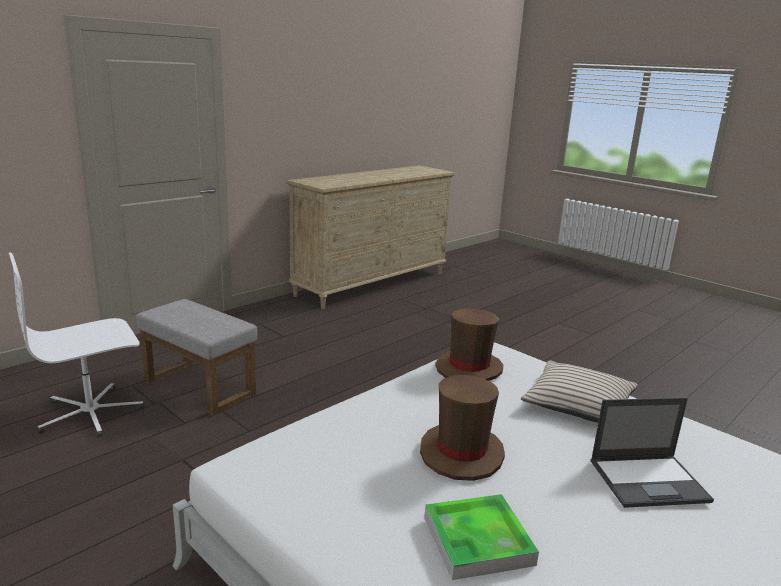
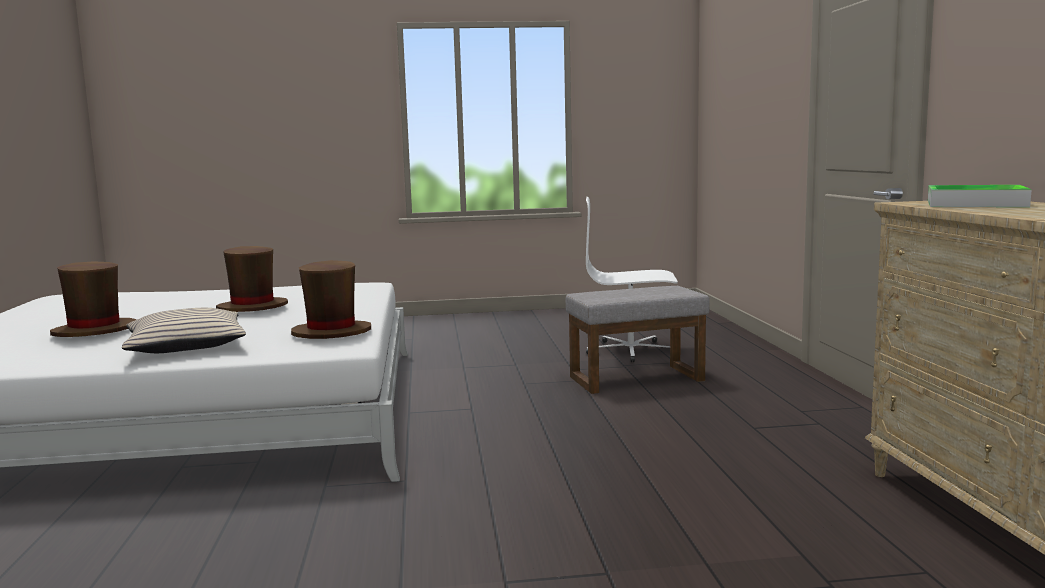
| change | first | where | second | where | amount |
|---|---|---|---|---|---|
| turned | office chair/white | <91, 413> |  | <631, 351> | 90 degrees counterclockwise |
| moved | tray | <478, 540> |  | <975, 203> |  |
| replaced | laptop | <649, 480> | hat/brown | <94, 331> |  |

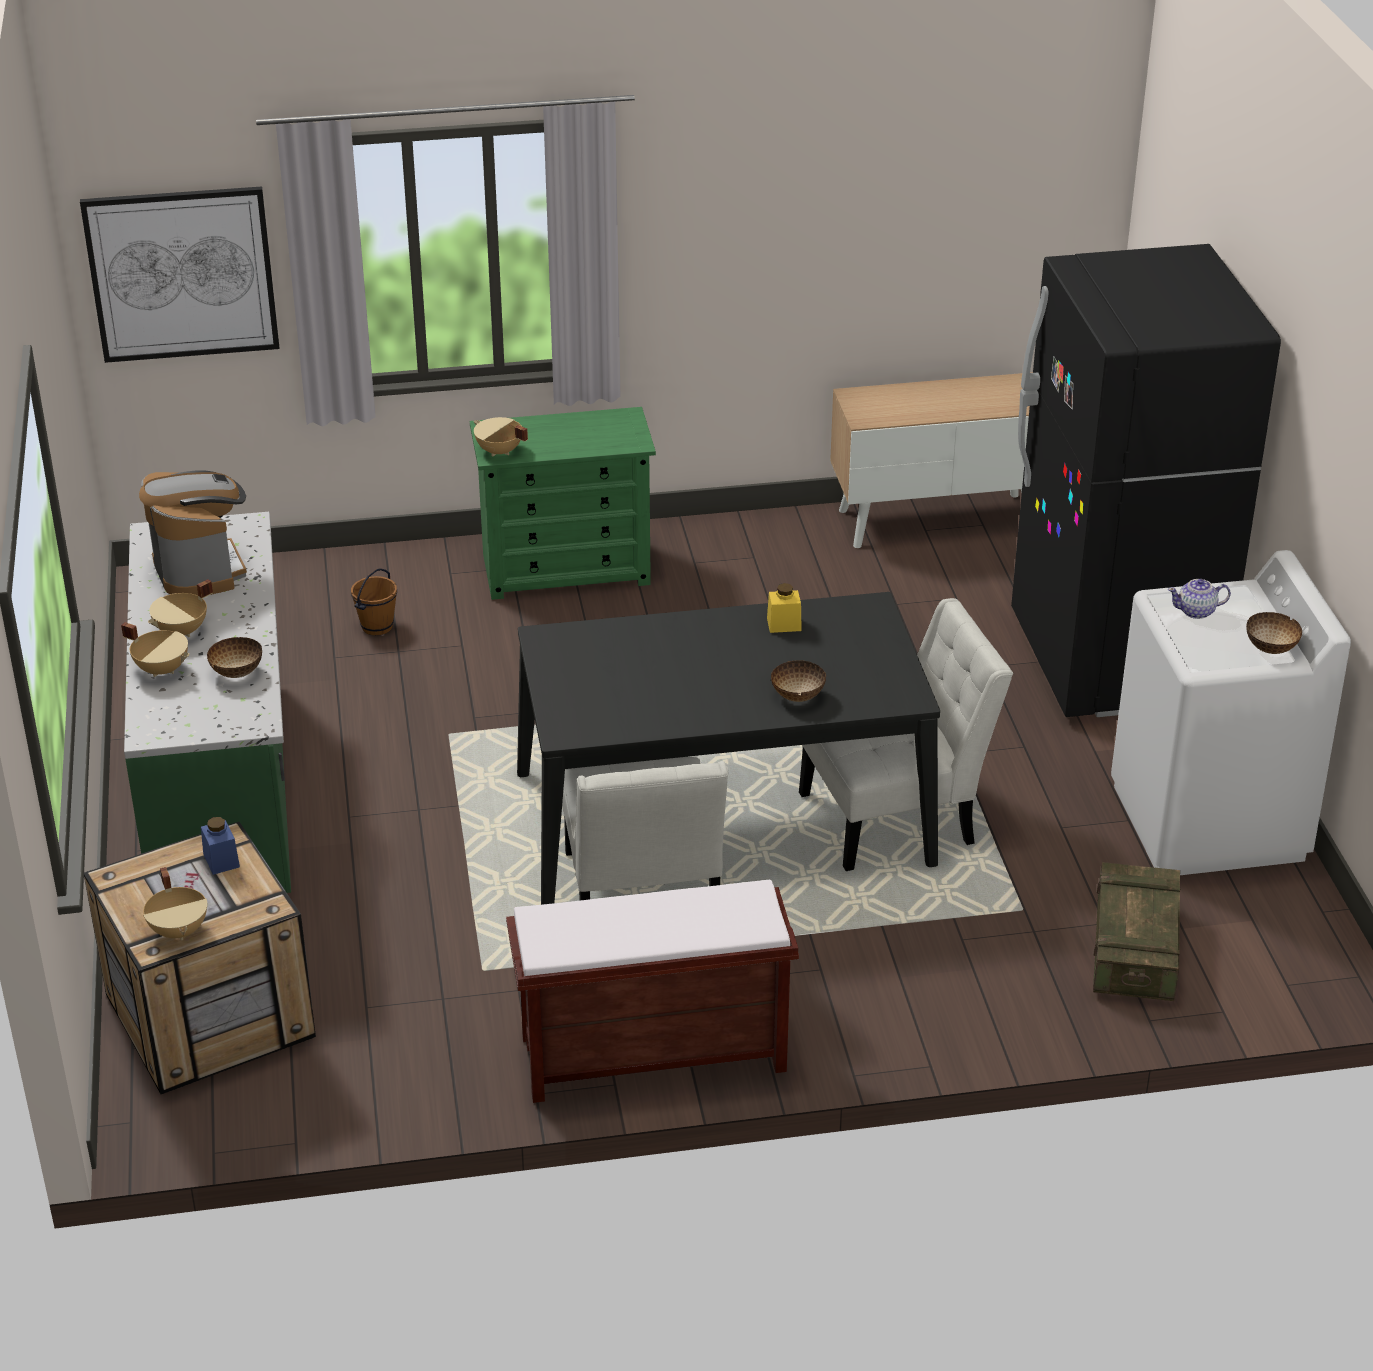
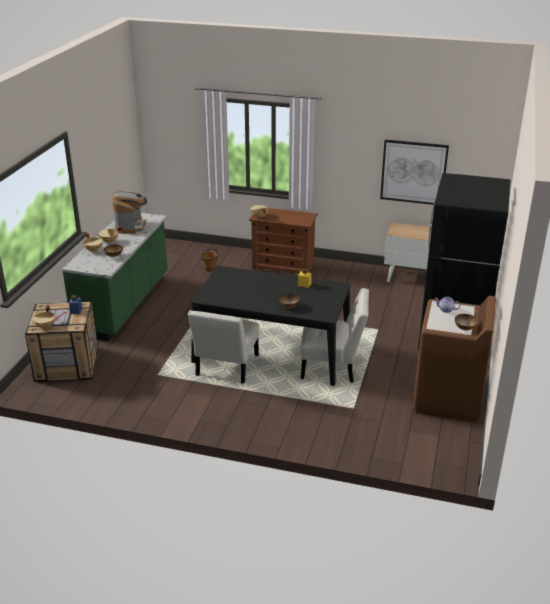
| change | first | where | second | where | amount |
|---|---|---|---|---|---|
| moved | picture | <182, 274> |  | <413, 172> |  |
| recoloured | dresser/green | <567, 569> | dresser/brown | <283, 266> |  |
| removed | bench/brown | <651, 1056> |  |  |  |
| removed | crate | <1133, 952> |  |  |  |
| recoloured | washing machine/white | <1208, 822> | washing machine/brown | <448, 399> |  |

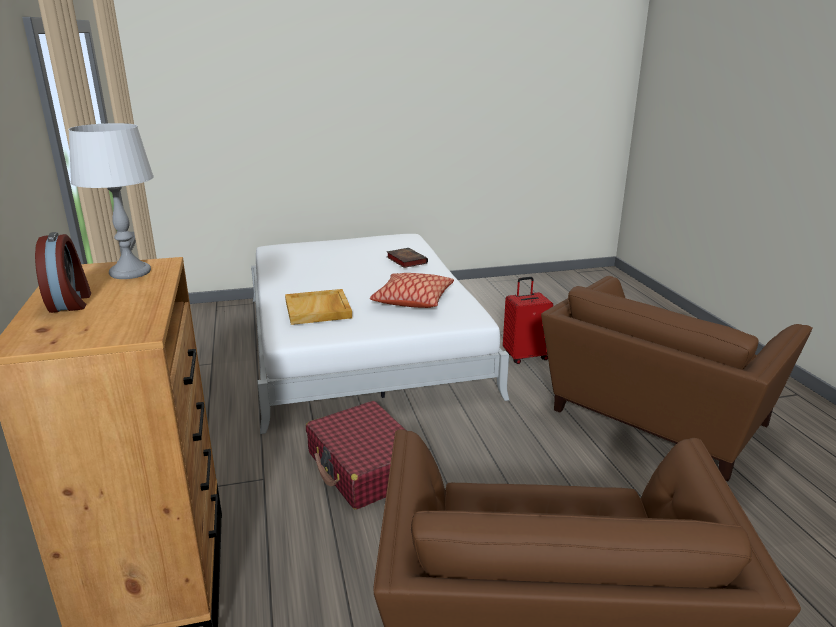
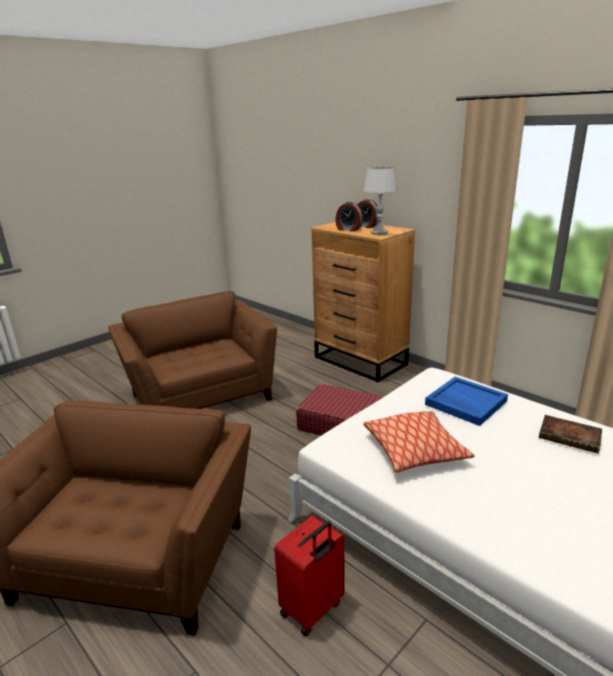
| change | first | where | second | where | amount |
|---|---|---|---|---|---|
| recoloured | tray/beige | <318, 310> | tray/blue | <465, 403> |  |
| moved | book | <405, 260> |  | <571, 437> |  |
| added |  |  | alarm clock | <348, 229> |  |

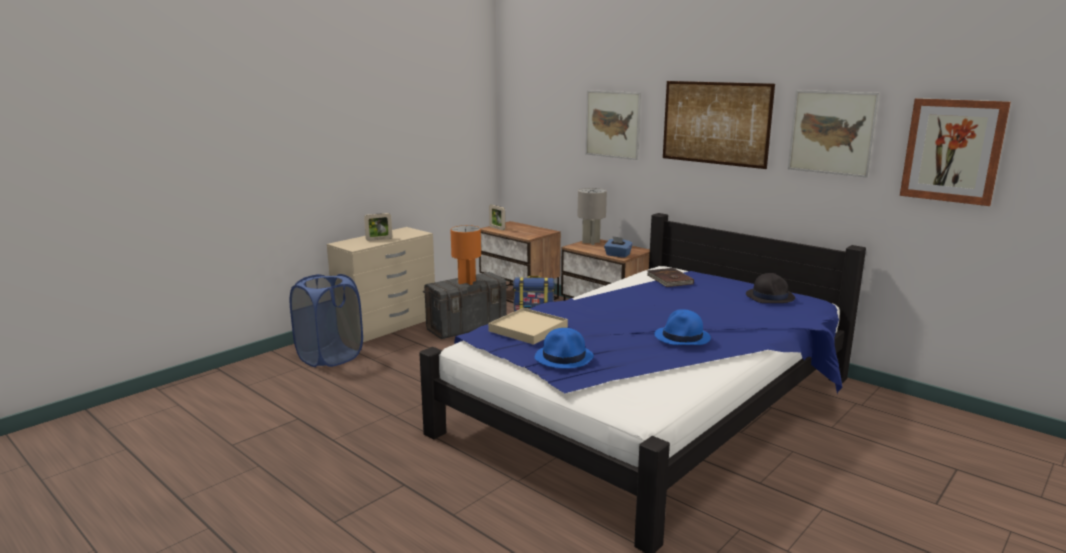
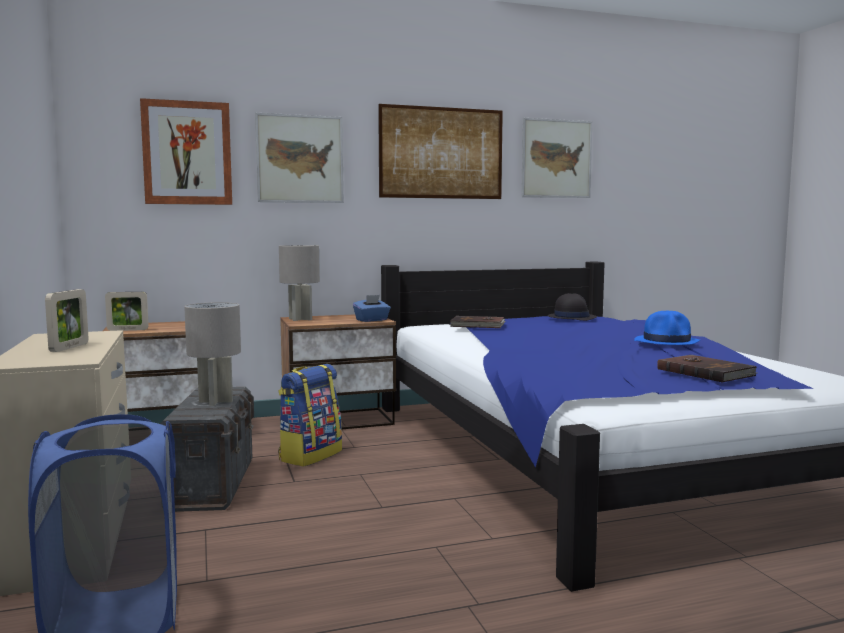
| change | first | where | second | where | amount |
|---|---|---|---|---|---|
| recoloured | table lamp/orange | <466, 282> | table lamp/grey | <215, 401> |  |
| removed | tray/beige | <528, 329> |  |  |  |
| replaced | hat/blue | <564, 357> | book/brown | <705, 372> |  |
| moved | picture | <952, 151> |  | <187, 153> |  |

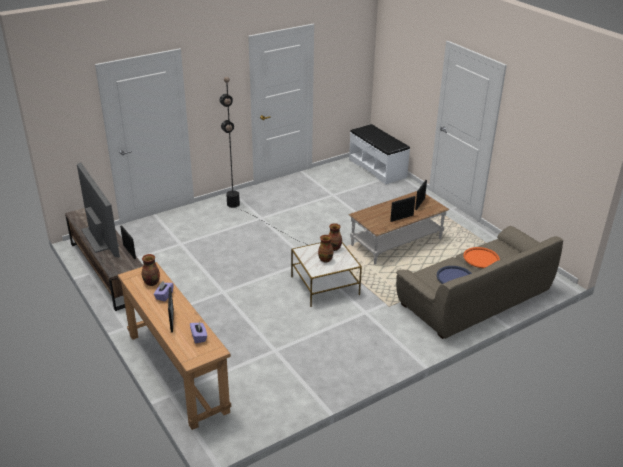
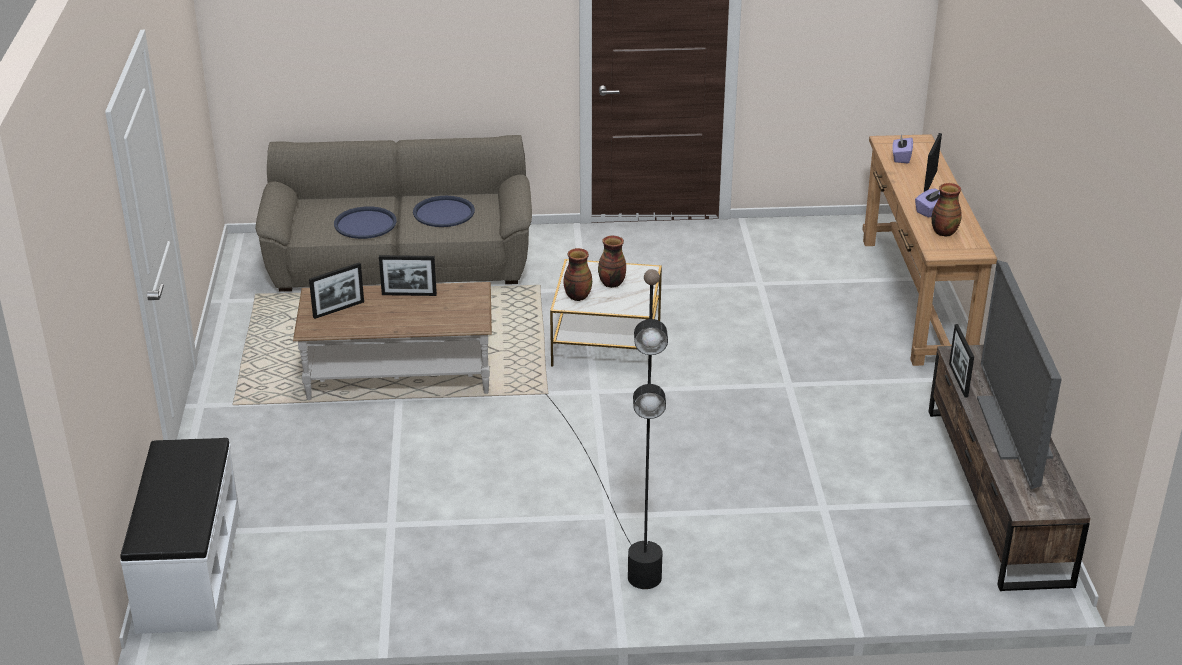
| change | first | where | second | where | amount |
|---|---|---|---|---|---|
| recoloured | tray/orange | <481, 258> | tray/blue | <365, 224> |  |

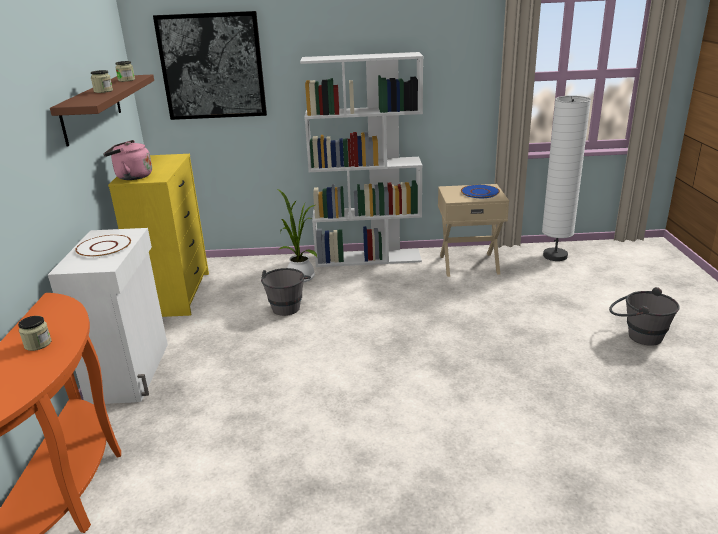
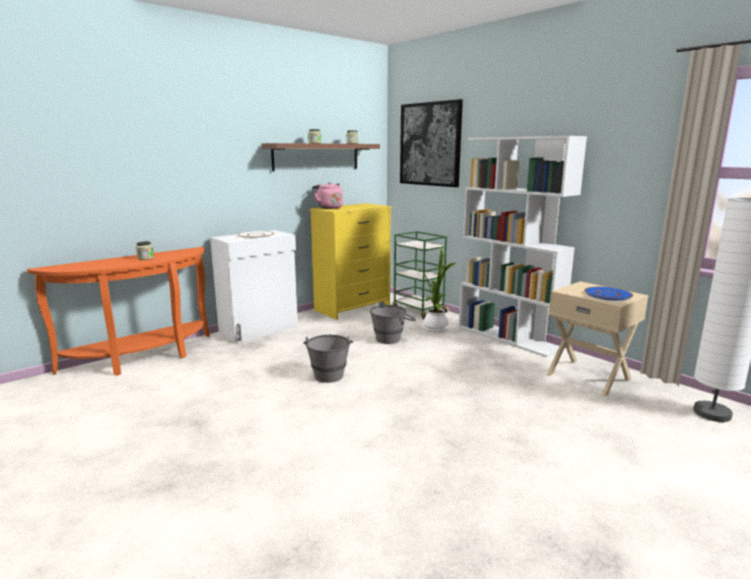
| change | first | where | second | where | amount |
|---|---|---|---|---|---|
| moved | bucket/grey | <637, 335> |  | <329, 373> |  |
| added |  |  | cart/green | <418, 310> |  |

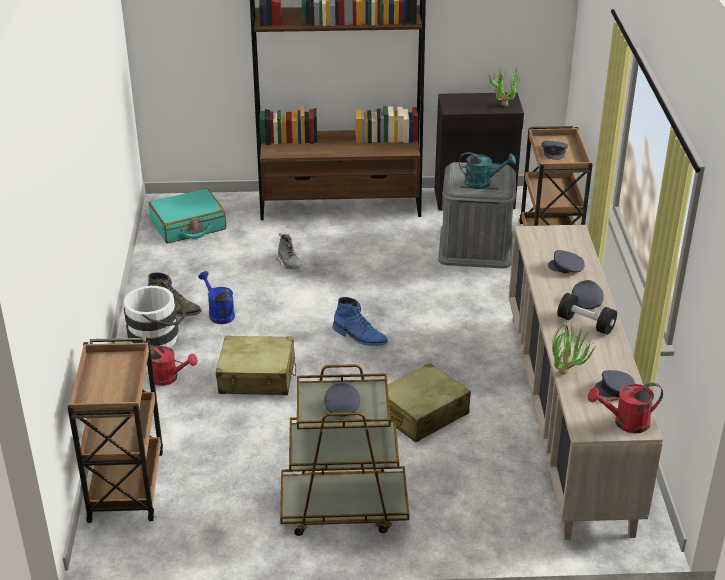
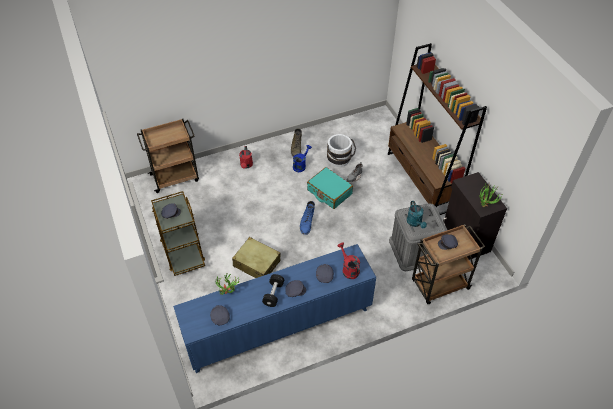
| change | first | where | second | where | amount |
|---|---|---|---|---|---|
| moved | bucket/white | <159, 338> |  | <340, 160> |  |
| moved | suitcase/turquoise | <188, 226> |  | <329, 192> |  |
| removed | suitcase/beige | <257, 377> |  |  |  |
| recoloured | cabinet/beige | <568, 416> | cabinet/blue | <278, 326> |  |
| moved | watering can/red | <625, 423> |  | <348, 269> |  |

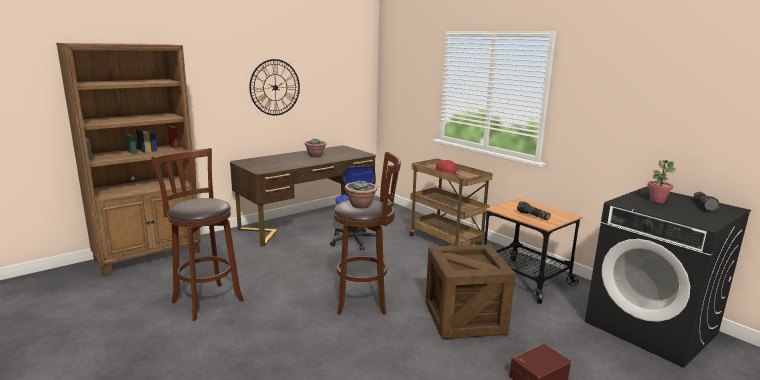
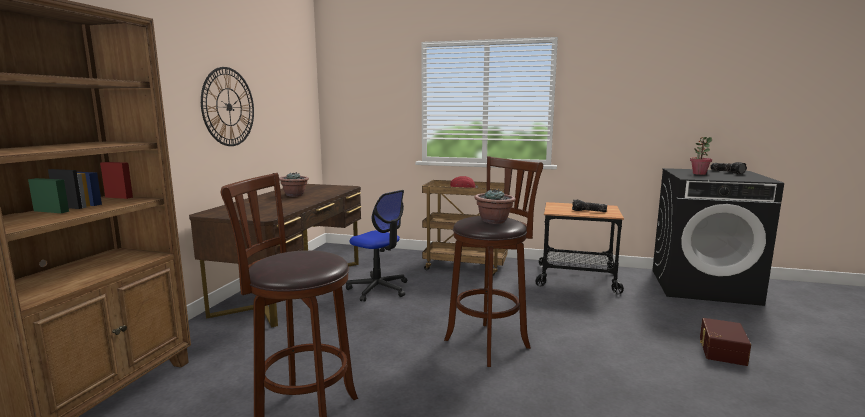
| change | first | where | second | where | amount |
|---|---|---|---|---|---|
| removed | crate | <464, 318> |  |  |  |

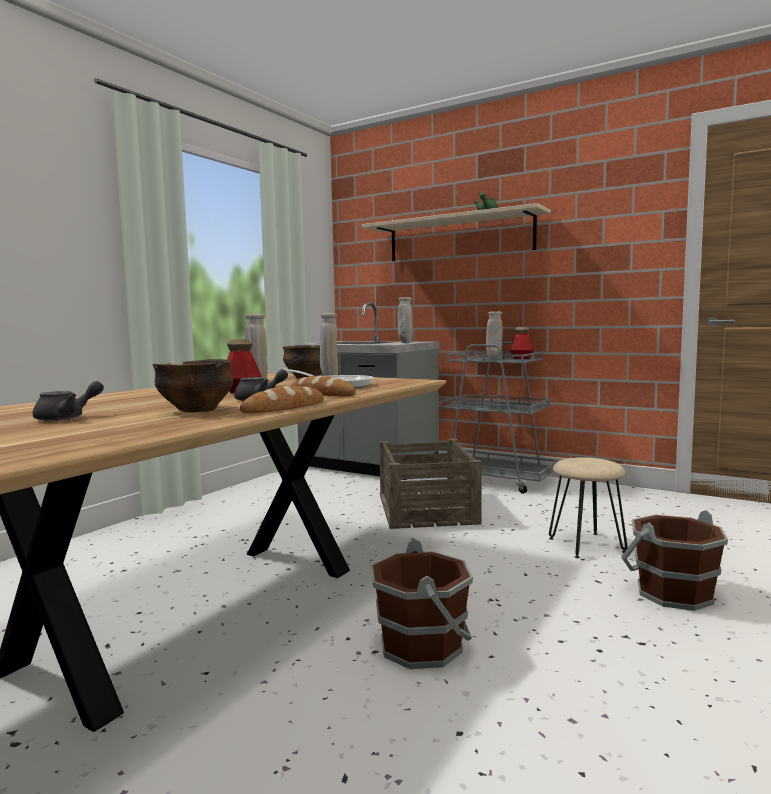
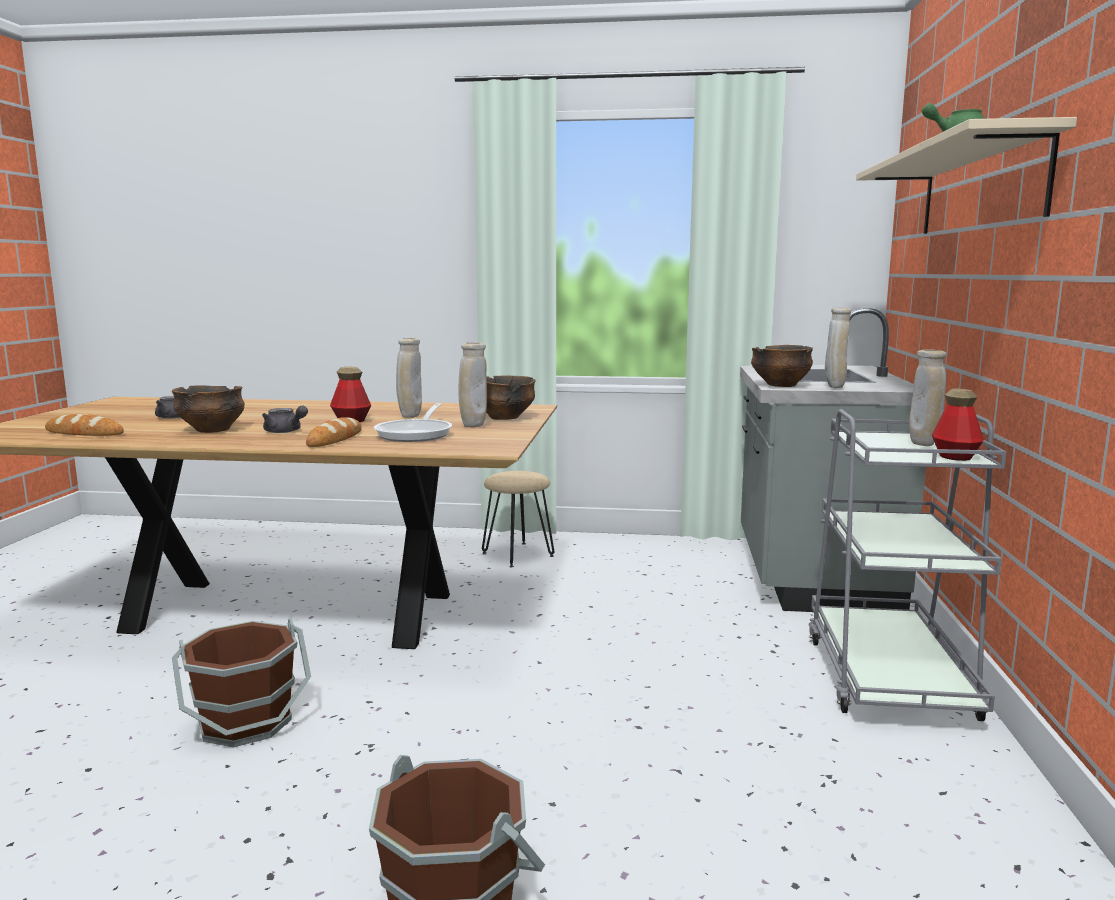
| change | first | where | second | where | amount |
|---|---|---|---|---|---|
| moved | bread | <284, 408> |  | <84, 433> |  |
| removed | crate | <427, 508> |  |  |  |
| moved | stool/beige | <587, 545> |  | <518, 554> |  |
| added |  |  | bowl | <780, 385> |  |

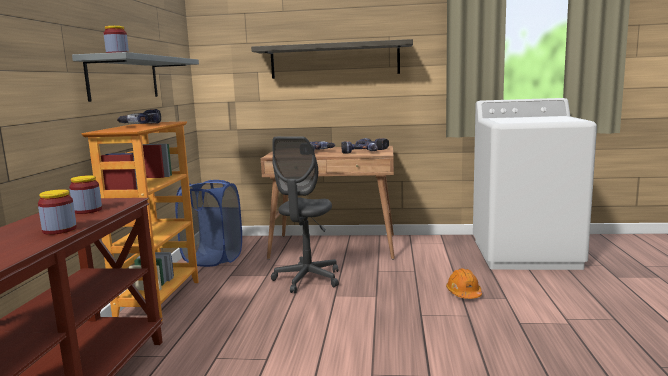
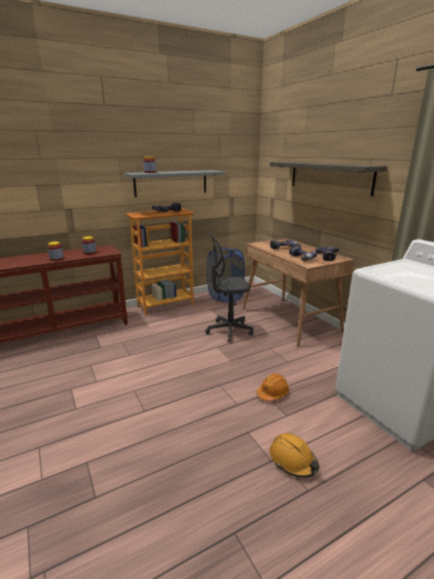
| change | first | where | second | where | amount |
|---|---|---|---|---|---|
| added |  |  | hard hat/orange | <293, 460> |  |

